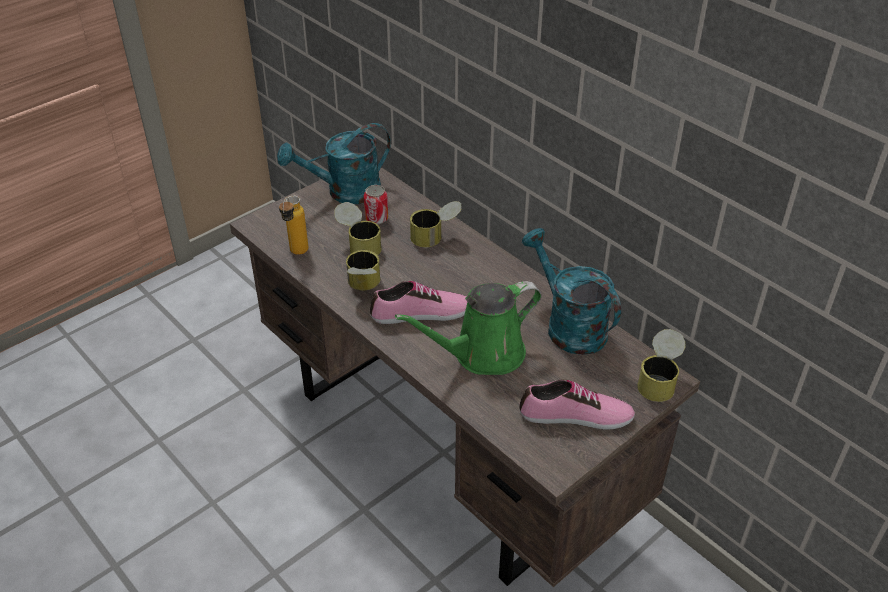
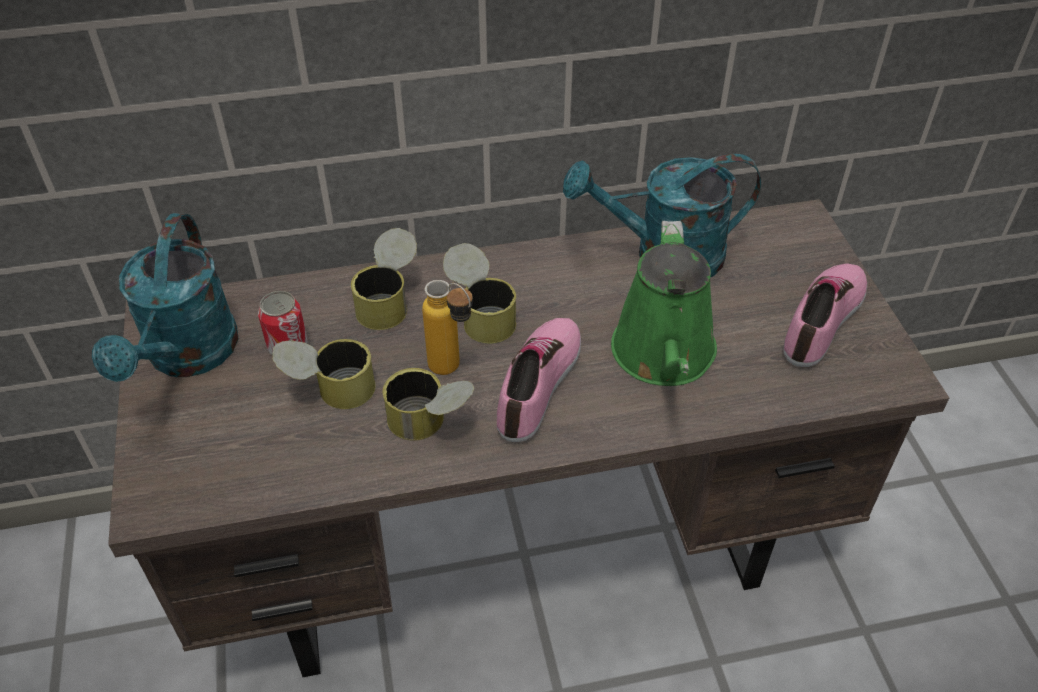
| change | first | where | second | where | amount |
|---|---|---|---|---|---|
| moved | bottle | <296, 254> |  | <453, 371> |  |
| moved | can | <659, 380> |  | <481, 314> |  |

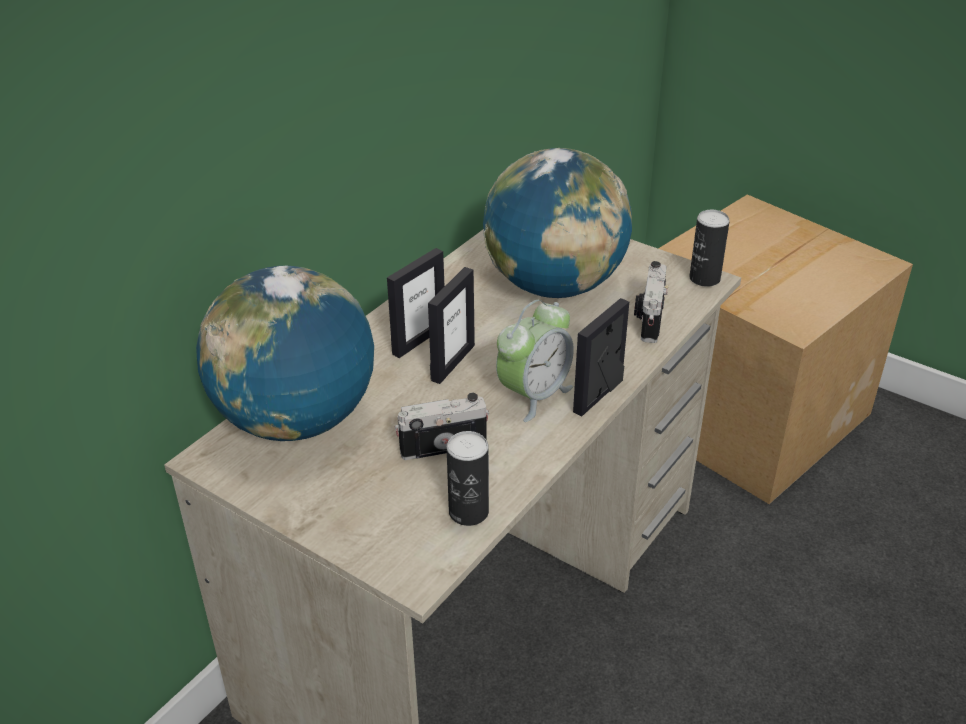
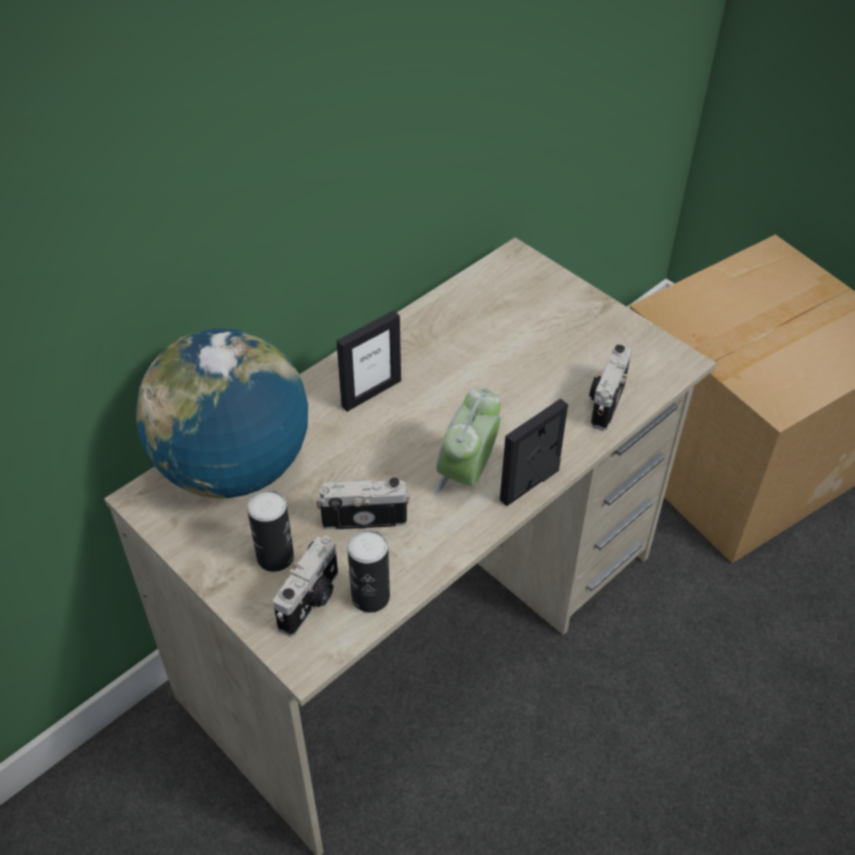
| change | first | where | second | where | amount |
|---|---|---|---|---|---|
| removed | picture frame | <452, 362> |  |  |  |
| removed | globe | <554, 286> |  |  |  |
| turned | alarm clock | <534, 395> |  | <467, 474> | 150 degrees clockwise |
| moved | can | <704, 278> |  | <275, 557> |  |
| added |  |  | photo camera | <311, 601> |  |

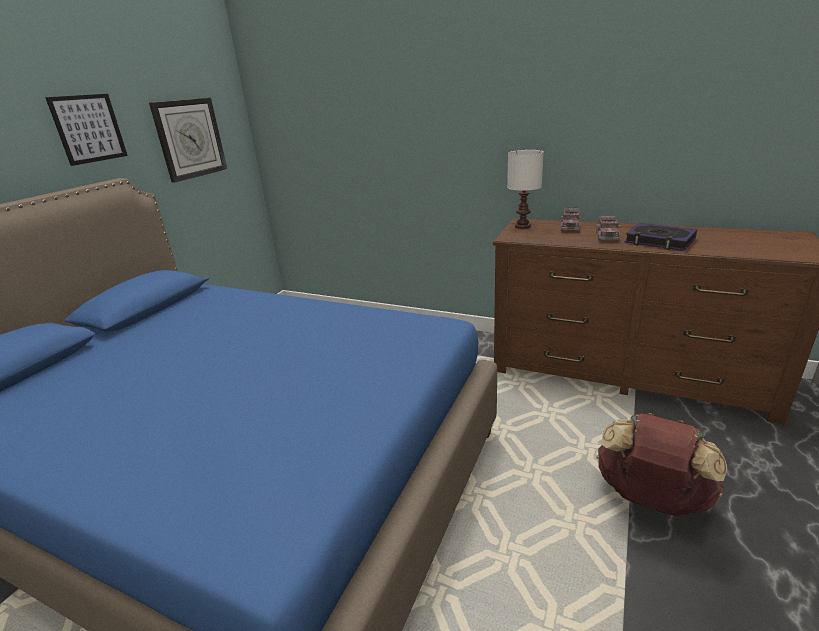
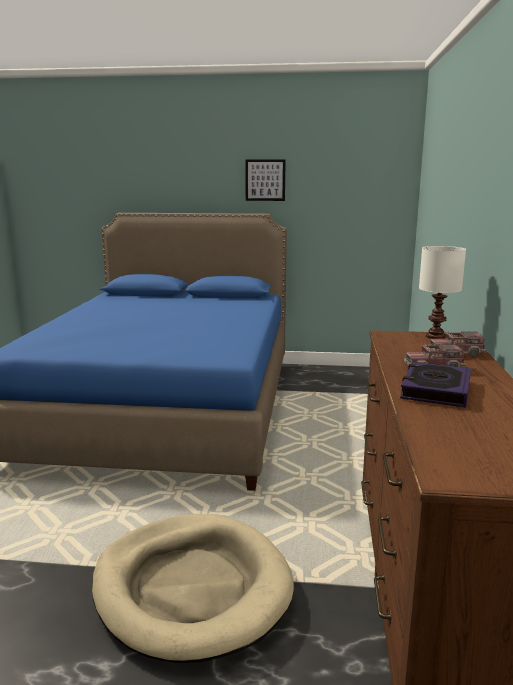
| change | first | where | second | where | amount |
|---|---|---|---|---|---|
| removed | wall clock | <190, 139> |  |  |  |
| replaced | backpack/brown | <650, 499> | dog bed/beige | <191, 588> |  |

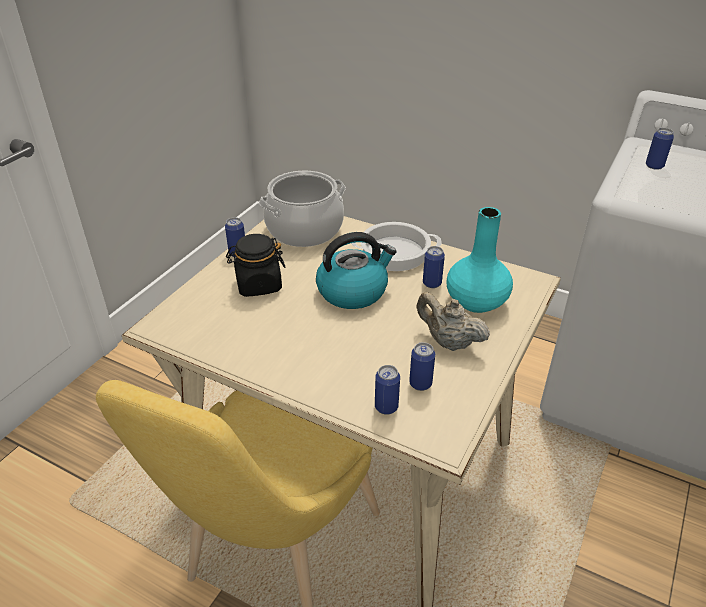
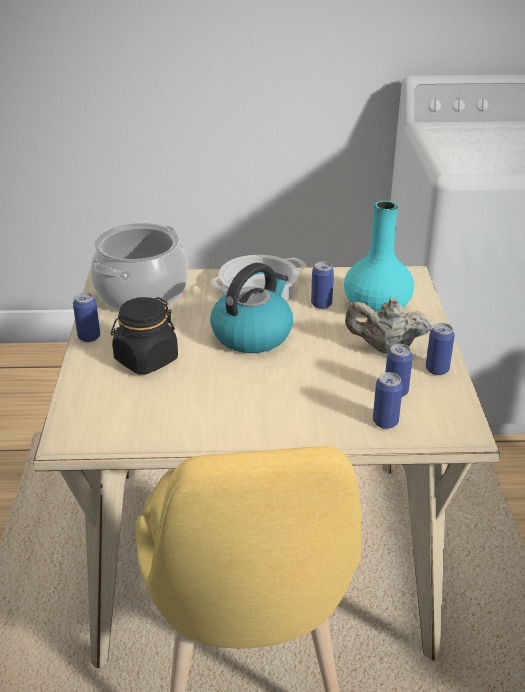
| change | first | where | second | where | amount |
|---|---|---|---|---|---|
| moved | can | <654, 166> |  | <437, 369> |  |

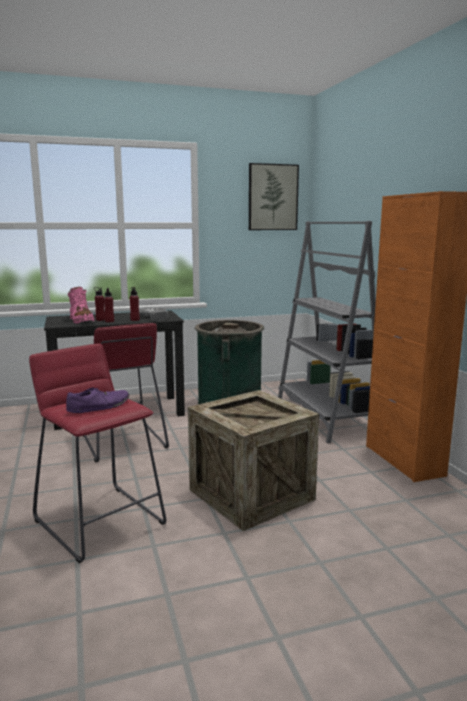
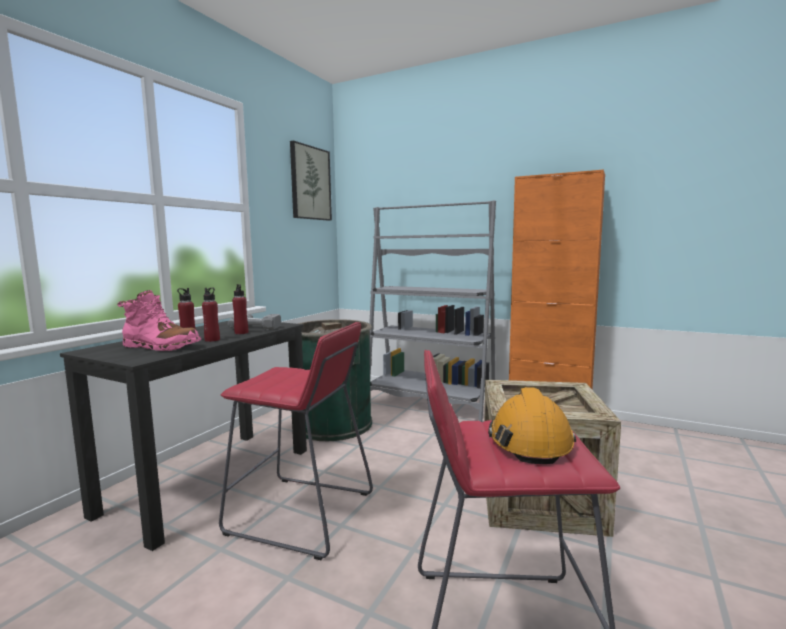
| change | first | where | second | where | amount |
|---|---|---|---|---|---|
| replaced | shoe/purple | <99, 407> | hard hat/orange | <529, 441> |  |

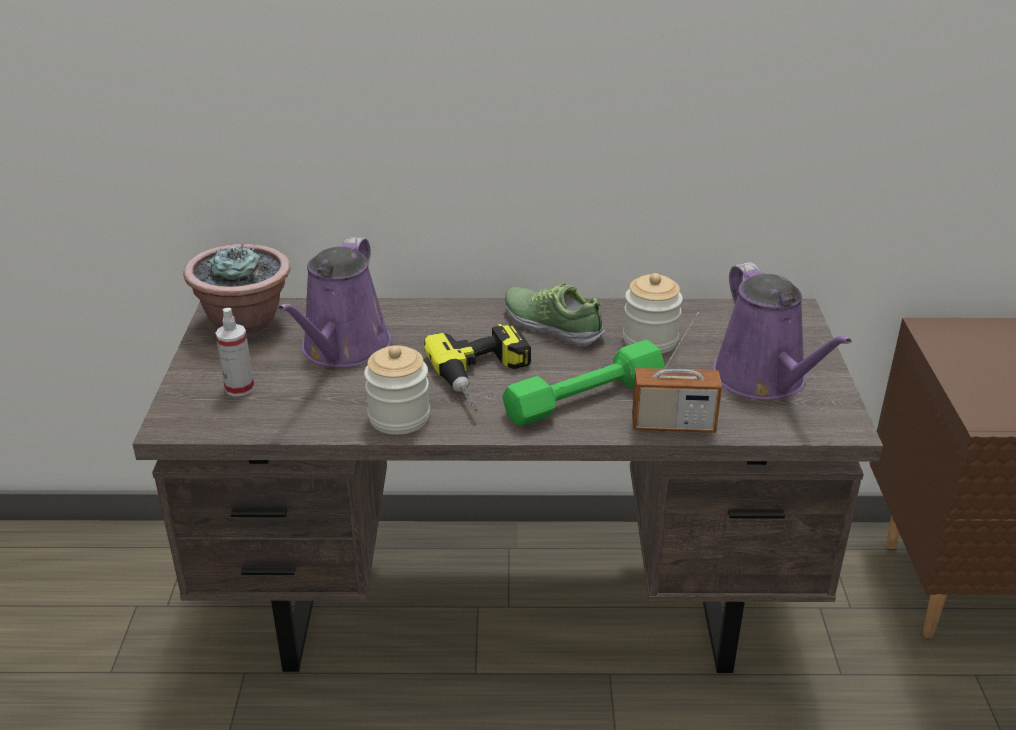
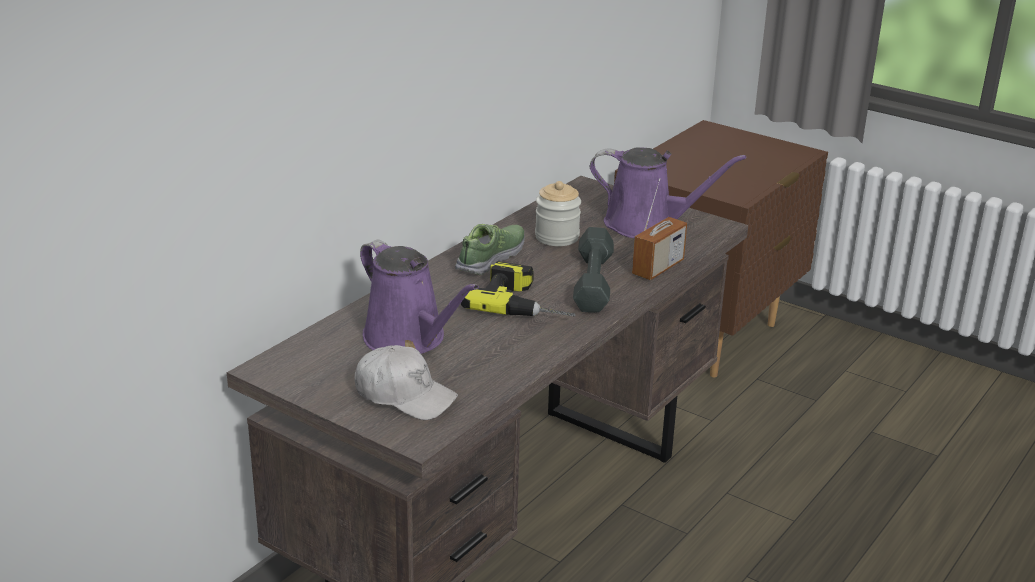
| change | first | where | second | where | amount |
|---|---|---|---|---|---|
| removed | potted plant | <245, 322> |  |  |  |
| replaced | spray bottle | <239, 388> | cap/white | <404, 396> |  |
| removed | jar | <399, 417> |  |  |  |
| recoloured | dumbbell/green | <584, 397> | dumbbell/grey | <593, 281> |  |
| turned | shoe | <552, 325> |  | <491, 258> | 135 degrees clockwise |

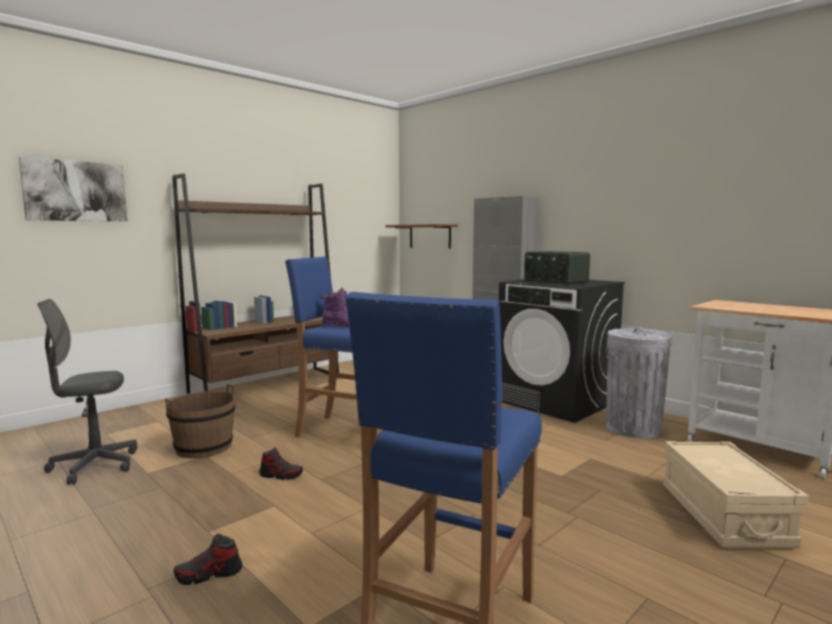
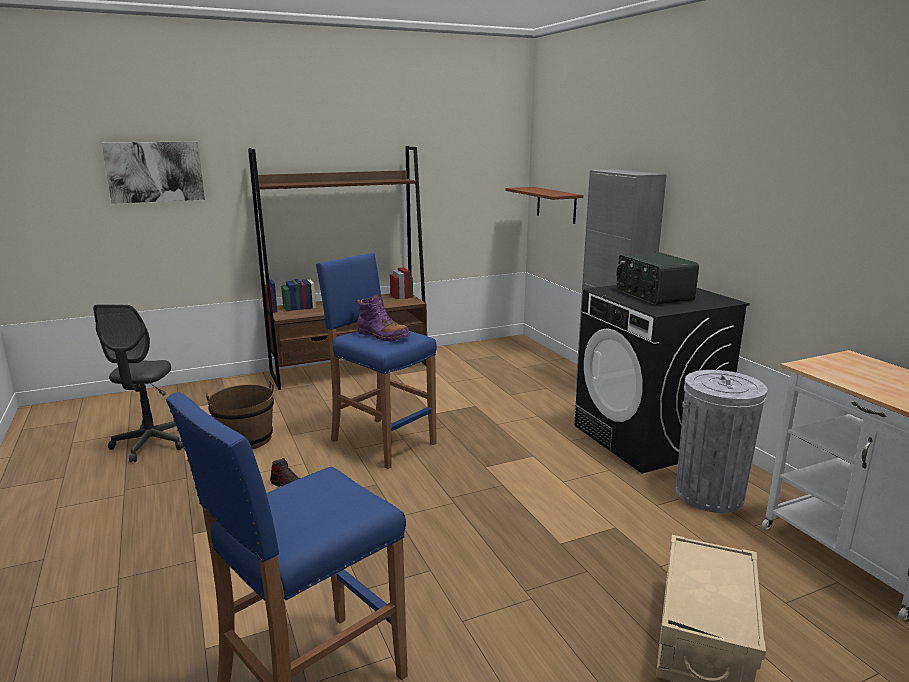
| change | first | where | second | where | amount |
|---|---|---|---|---|---|
| turned | office chair/grey | <94, 466> |  | <150, 444> | 90 degrees counterclockwise |
| removed | shoe | <209, 575> |  |  |  |

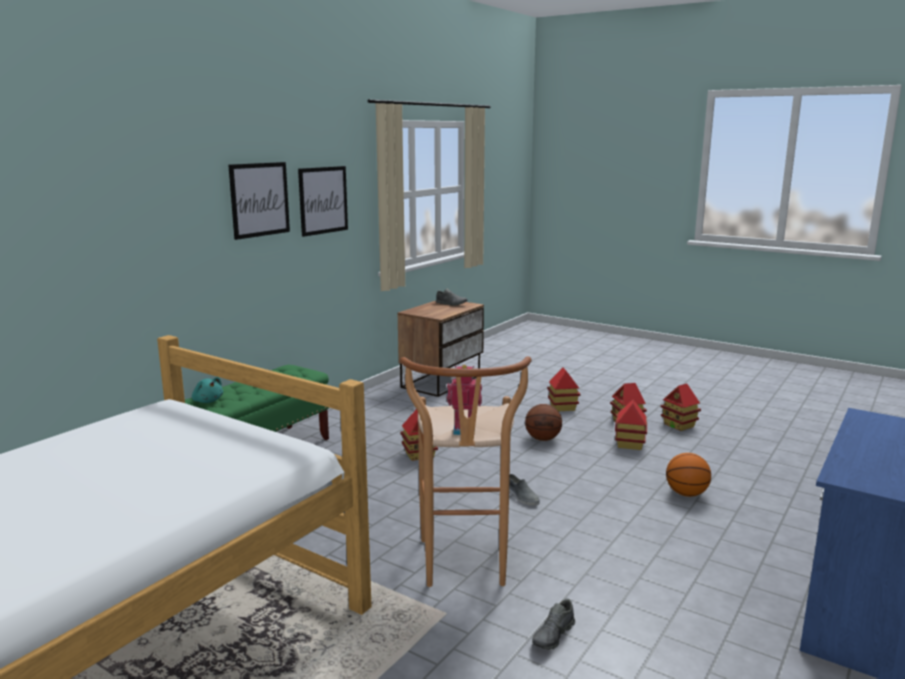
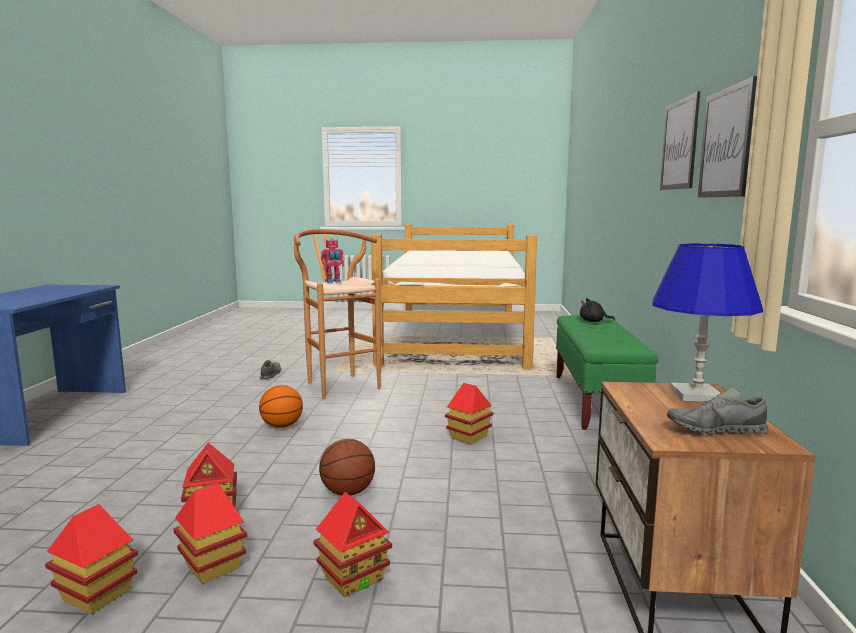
| change | first | where | second | where | amount |
|---|---|---|---|---|---|
| recoloured | plush toy/turquoise | <207, 401> | plush toy/black | <593, 321> |  |
| removed | shoe/grey | <522, 496> |  |  |  |
| moved | basketball | <686, 494> |  | <282, 426> |  |
| added |  |  | table lamp/blue | <696, 395> |  |

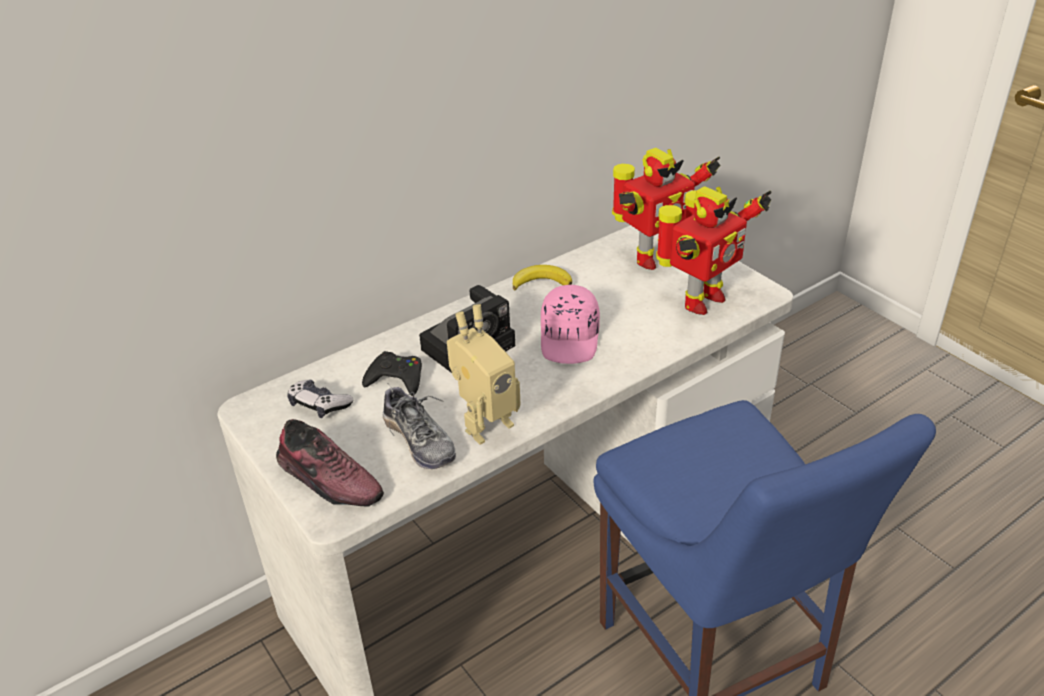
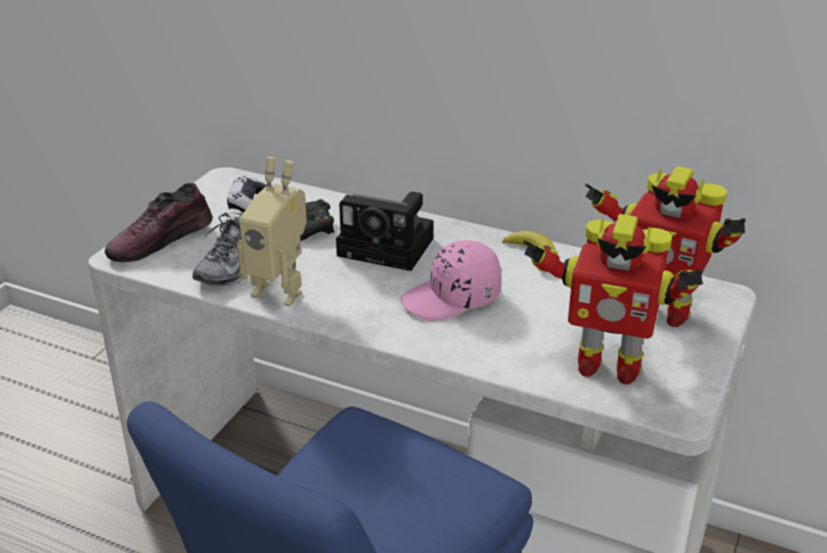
| change | first | where | second | where | amount |
|---|---|---|---|---|---|
| turned | shoe | <330, 480> |  | <161, 241> | 45 degrees clockwise |

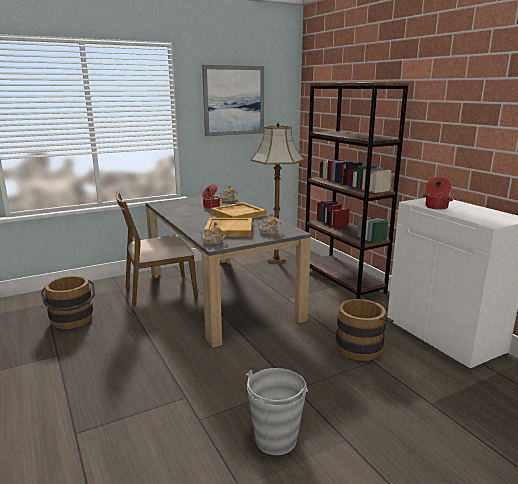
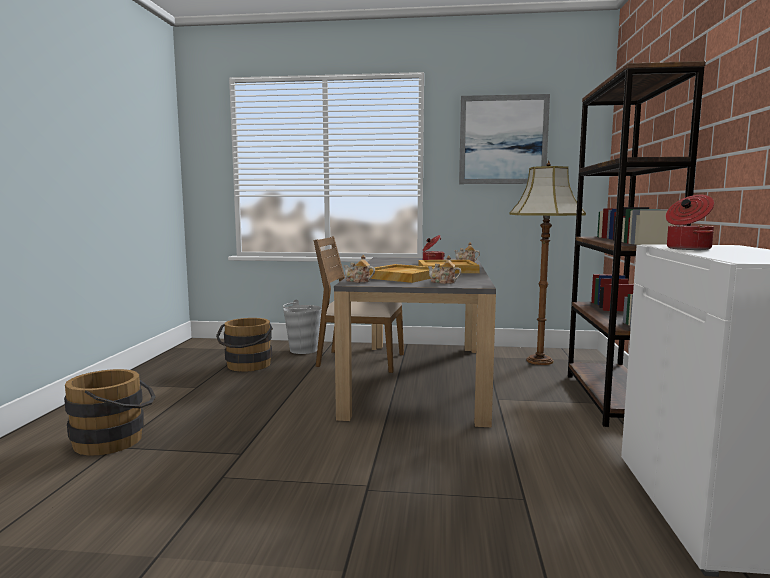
| change | first | where | second | where | amount |
|---|---|---|---|---|---|
| moved | bucket/grey | <275, 439> |  | <303, 350> |  |
| moved | bucket/brown | <361, 346> |  | <115, 440> |  |

